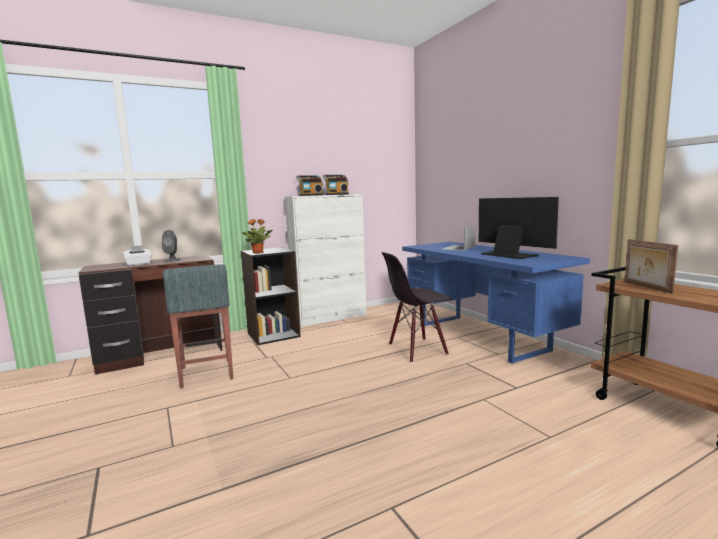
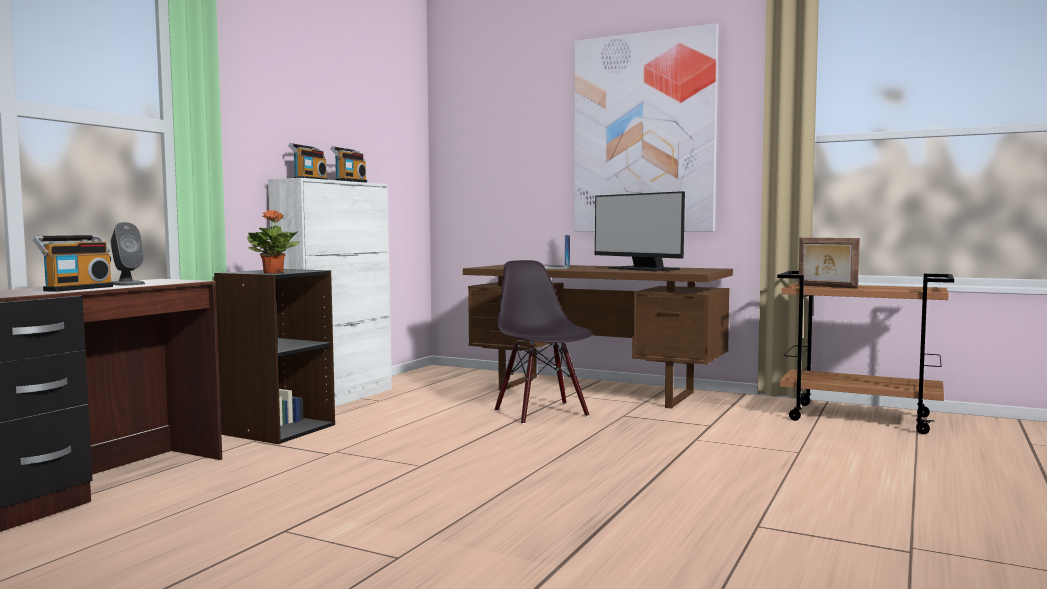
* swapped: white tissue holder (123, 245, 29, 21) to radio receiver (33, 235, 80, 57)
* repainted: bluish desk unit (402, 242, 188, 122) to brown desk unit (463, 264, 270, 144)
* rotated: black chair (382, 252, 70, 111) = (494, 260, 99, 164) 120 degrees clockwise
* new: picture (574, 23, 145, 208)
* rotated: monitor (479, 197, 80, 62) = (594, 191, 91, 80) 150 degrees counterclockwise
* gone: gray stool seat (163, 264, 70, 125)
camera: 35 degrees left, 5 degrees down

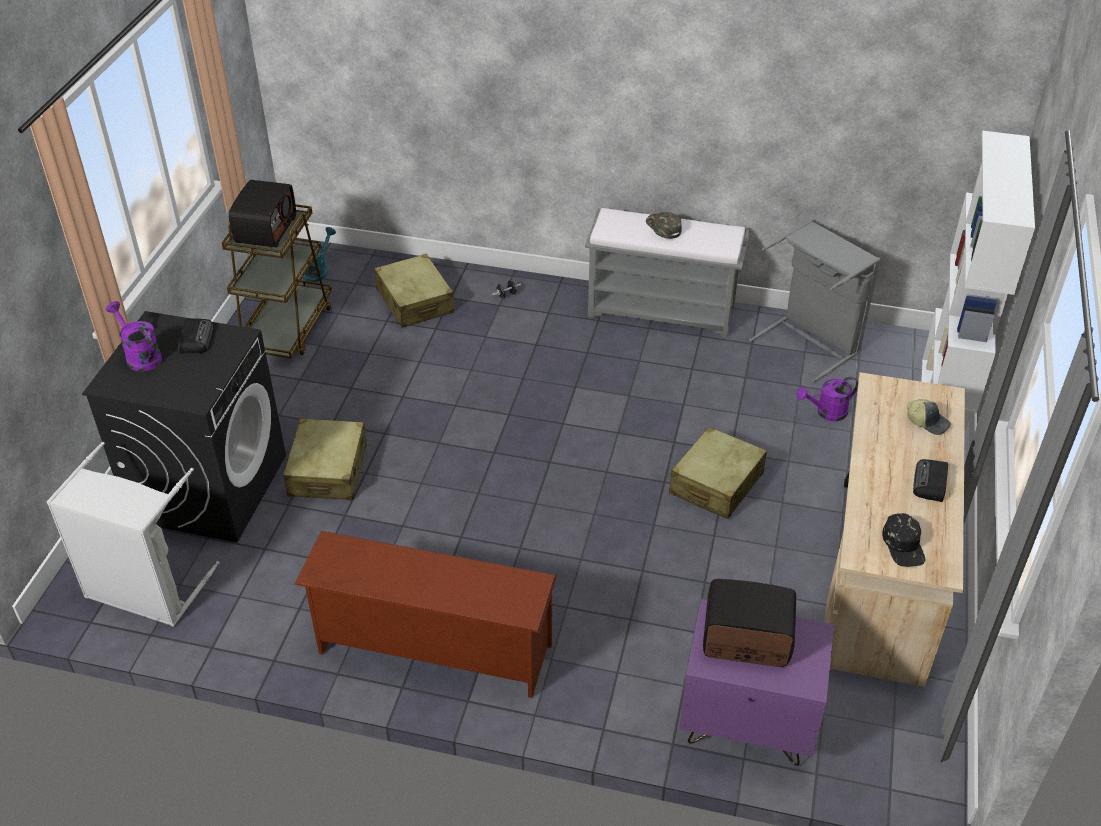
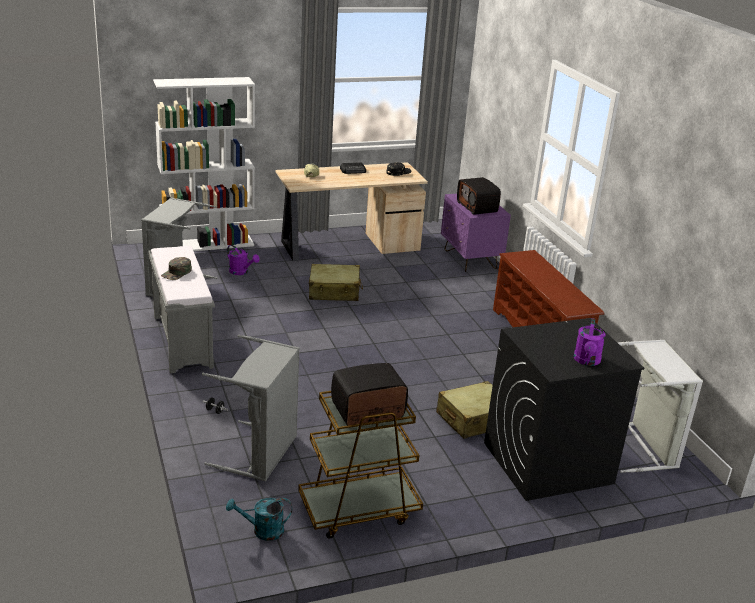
* swapped: beige piece of luggage (374, 254, 80, 74) to gray hamper (202, 335, 98, 146)
* gone: radio receiver (178, 318, 36, 35)
camera: 125 degrees left, 15 degrees down

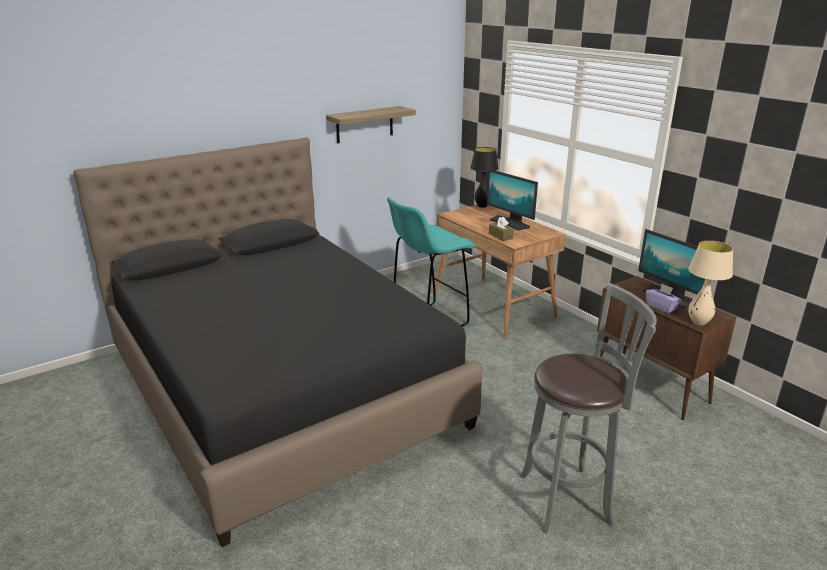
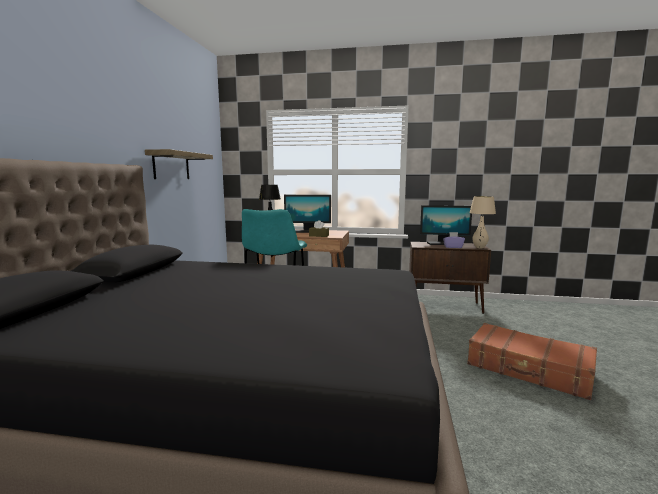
* swapped: gray stool seat (520, 283, 137, 251) to brown piece of luggage (467, 323, 130, 77)
camera: 45 degrees left, 15 degrees down

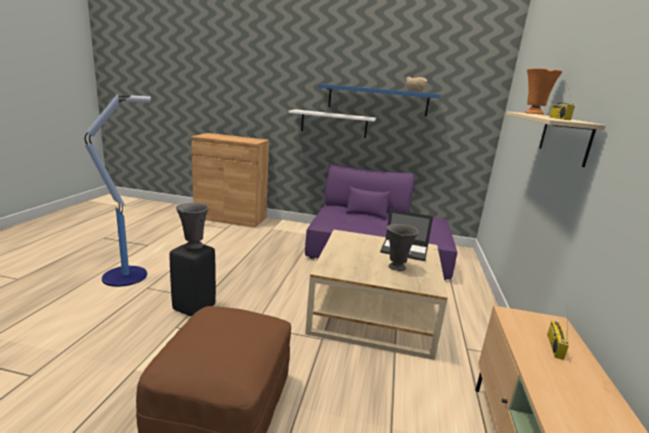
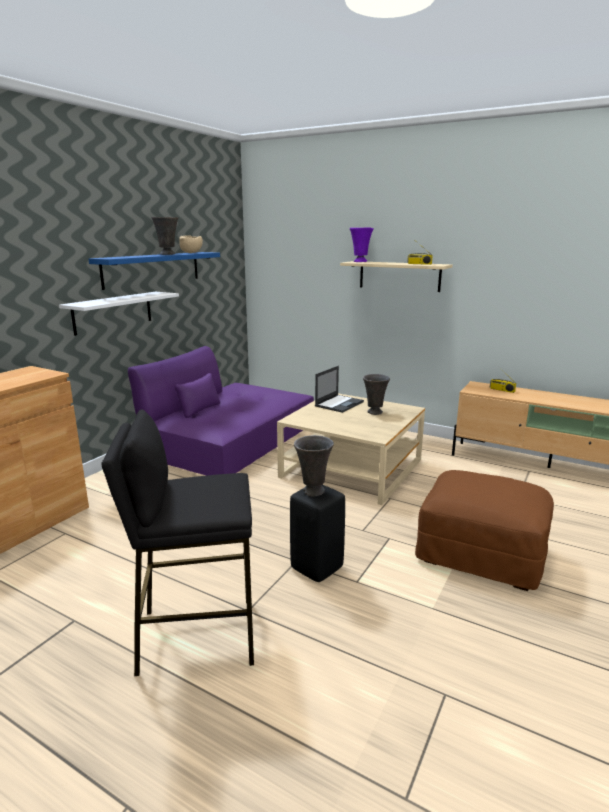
* swapped: standard lamp (84, 94, 67, 193) to black stool seat (101, 410, 153, 266)
* new: gray flower vase (151, 217, 27, 38)
* repainted: orangey flower vase (525, 68, 37, 47) to purple-coloured flower vase (350, 228, 24, 34)
camera: 70 degrees left, 0 degrees up

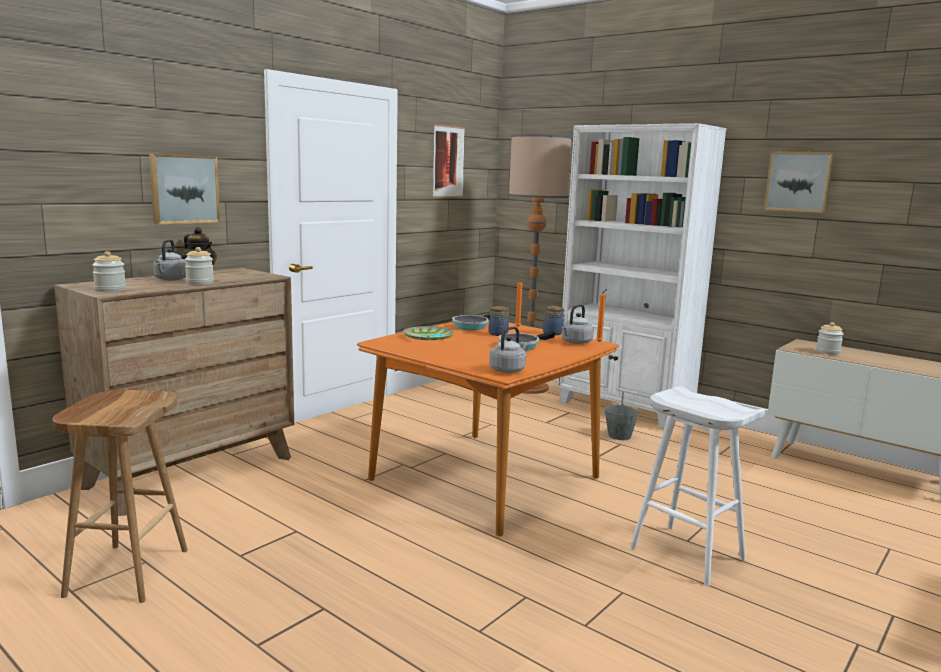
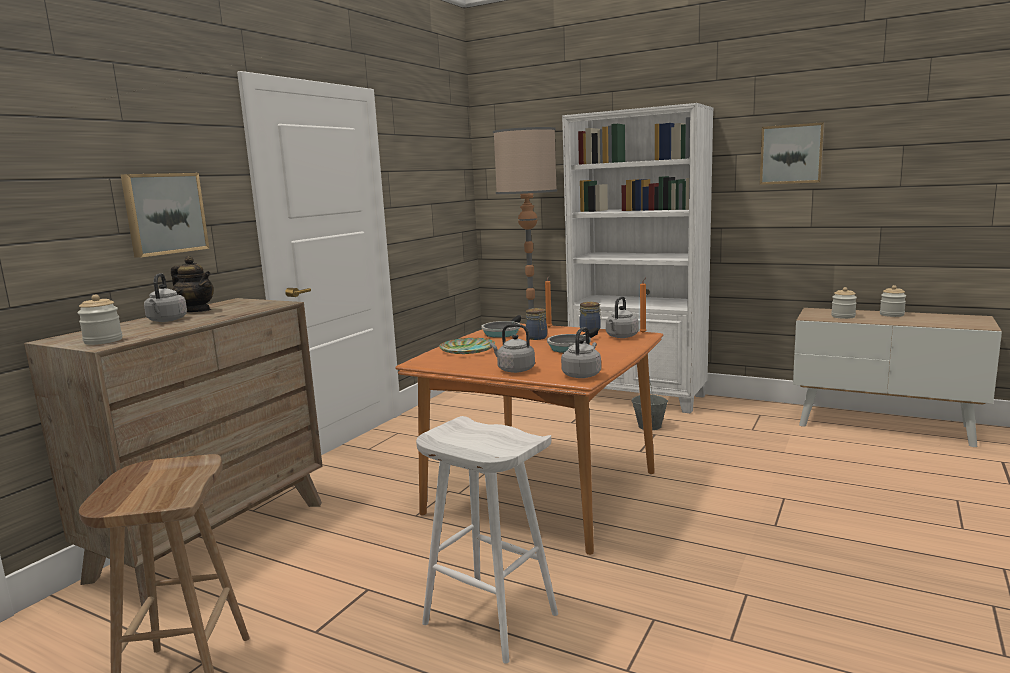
* shifted: white stool seat (630, 386, 135, 200) to (416, 416, 142, 247)
* new: gray water kettle (490, 324, 45, 49)
* shifted: storage jar (185, 247, 29, 38) to (880, 285, 26, 32)
* gone: picture (432, 125, 33, 72)
camera: 10 degrees left, 0 degrees up

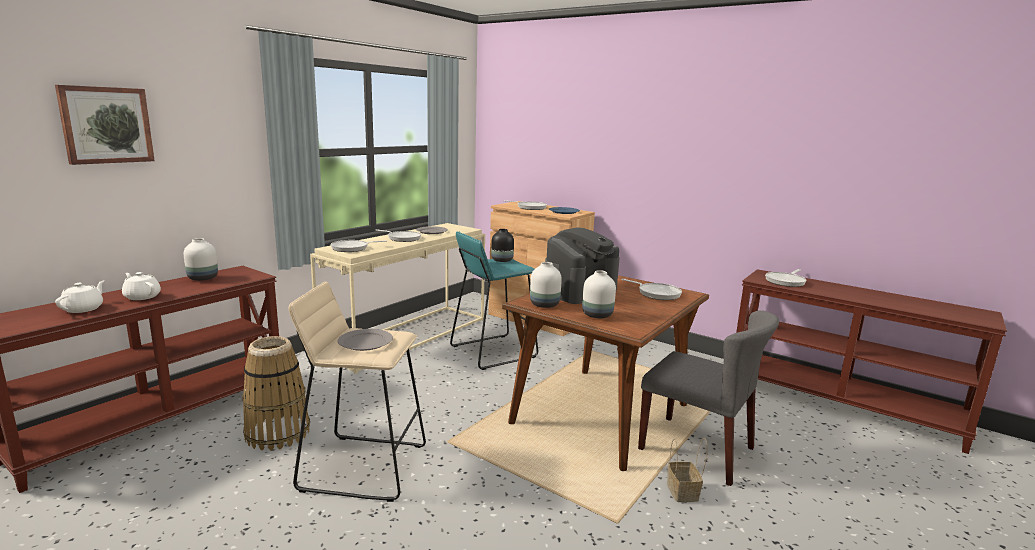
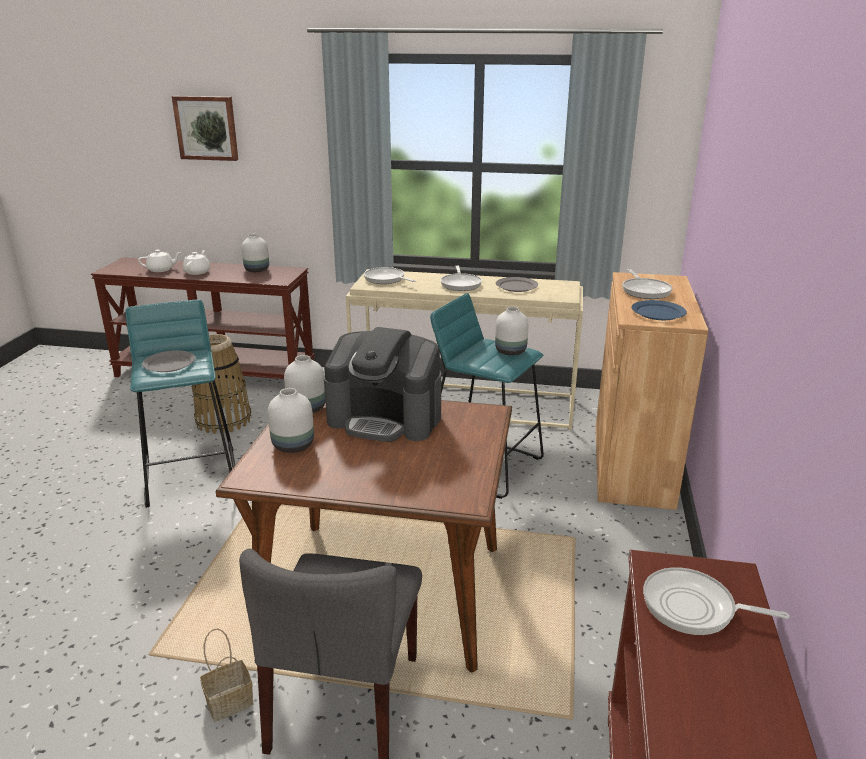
* repainted: beige stool seat (288, 281, 138, 221) to turquoise-coloured stool seat (126, 299, 109, 209)
* repainted: black flower vase (491, 229, 23, 33) to white flower vase (495, 307, 34, 48)
* gone: skillet (622, 279, 60, 21)
camera: 65 degrees right, 10 degrees up

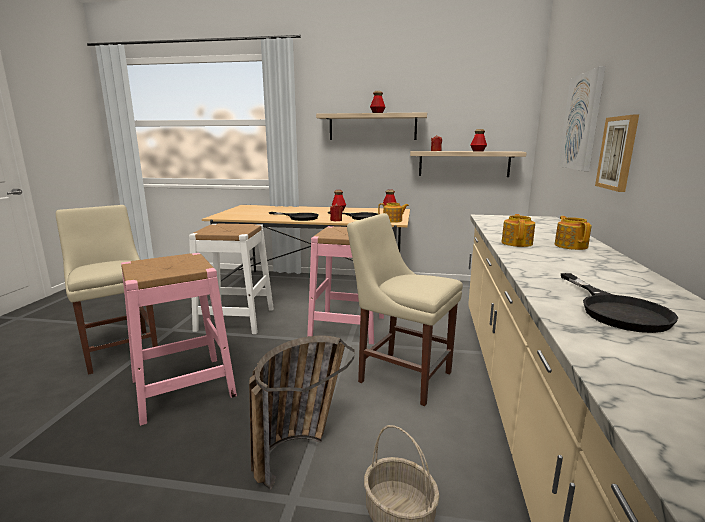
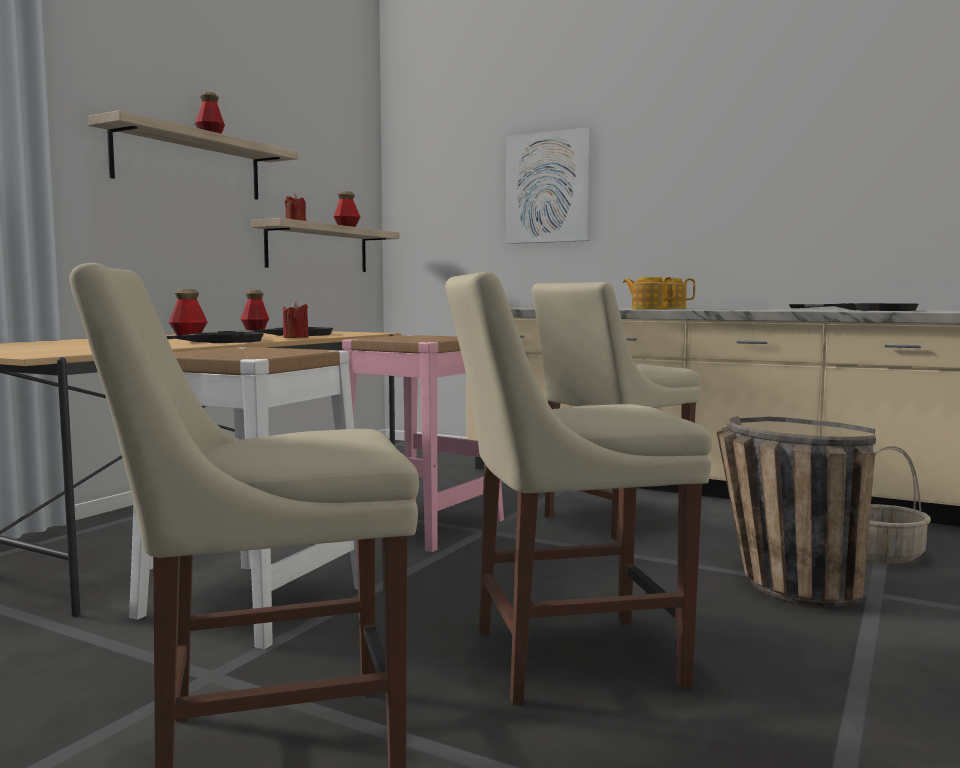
* swapped: pinkish stool seat (121, 253, 116, 173) to beige chair (445, 272, 267, 433)
* gone: pot for tea (378, 203, 31, 20)
* gone: picture (595, 115, 44, 77)
camera: 70 degrees left, 10 degrees down

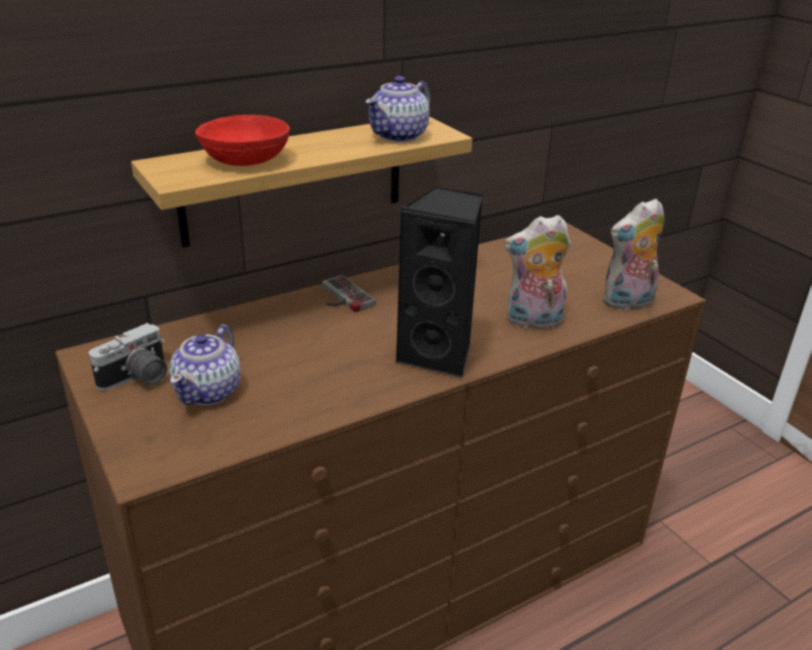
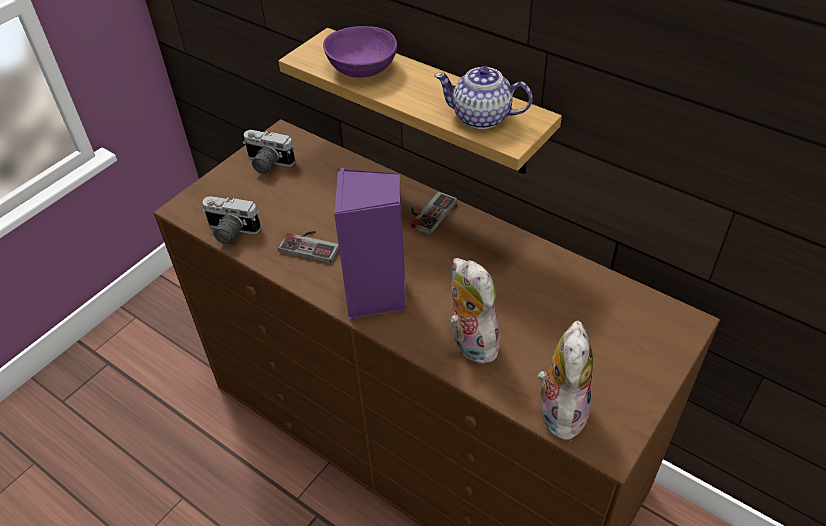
* new: still camera (202, 196, 59, 49)
* new: gamepad (278, 231, 61, 32)
* repainted: red-coloured bowl (195, 115, 95, 51) to purple-coloured bowl (323, 26, 74, 52)
* repainted: black audio speaker (396, 187, 87, 191) to purple-coloured audio speaker (334, 168, 72, 151)
* rotated: plush toy (603, 199, 61, 111) = (538, 321, 55, 119) 60 degrees clockwise
* gone: pot for tea (169, 325, 72, 80)
camera: 70 degrees right, 15 degrees up

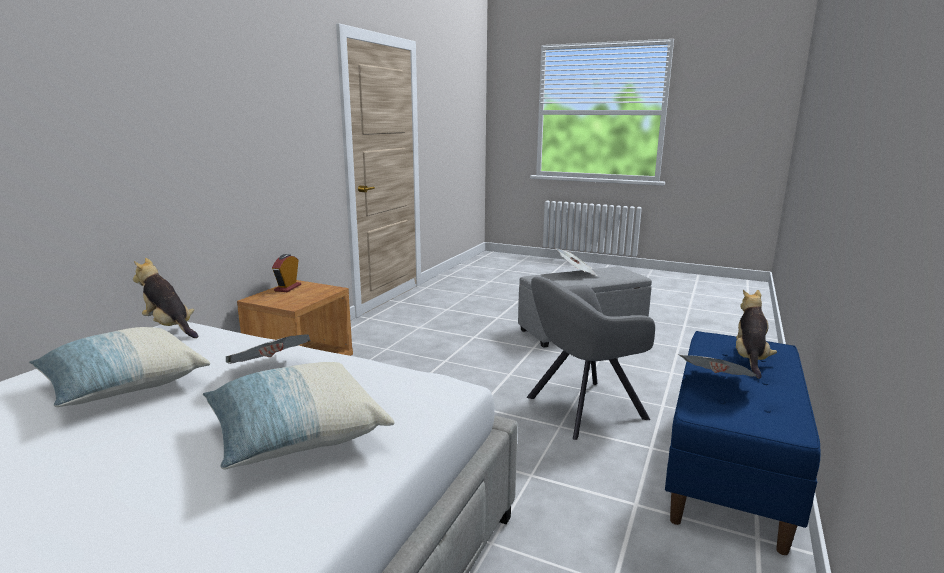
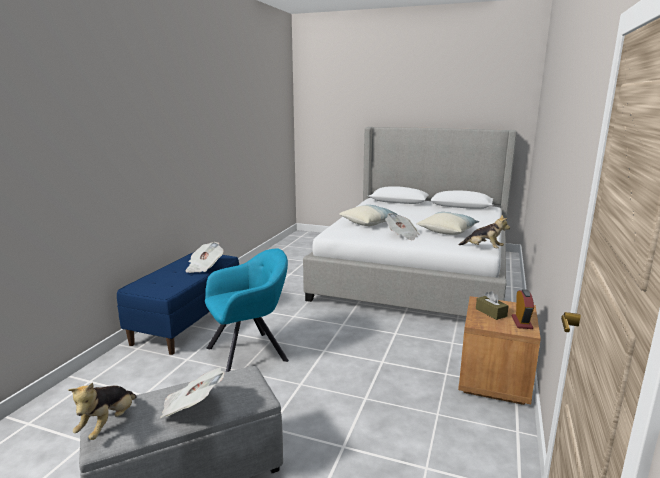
* shifted: plush toy (736, 290, 41, 89) to (68, 382, 69, 58)
* repainted: gray armchair (527, 277, 128, 163) to turquoise-coloured armchair (205, 249, 84, 123)
* new: brown tissue holder (476, 291, 33, 29)
camera: 175 degrees right, 0 degrees up

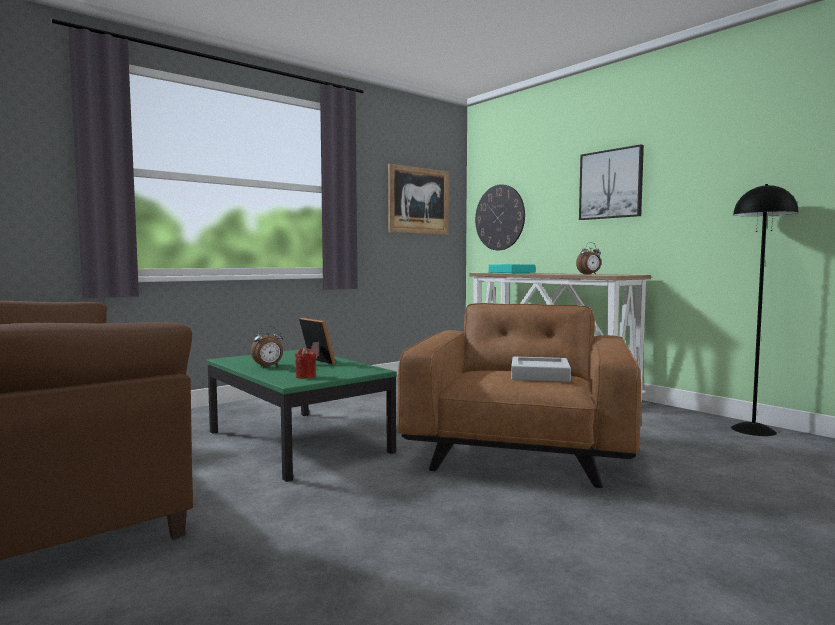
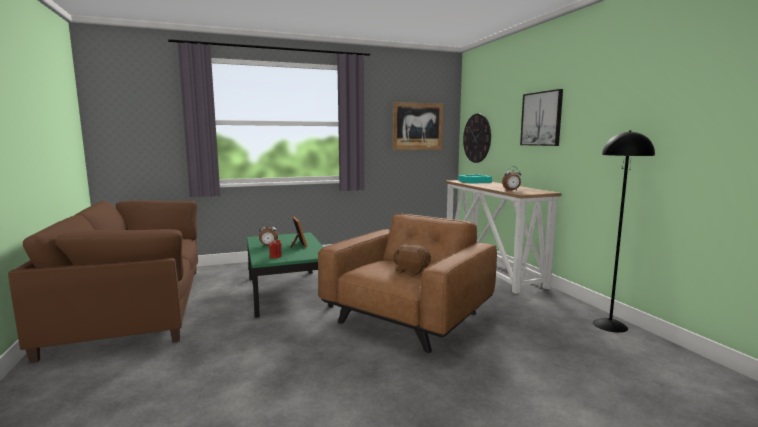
* swapped: gray tray (511, 356, 60, 26) to brown plush toy (393, 245, 38, 30)
camera: 20 degrees right, 5 degrees up

